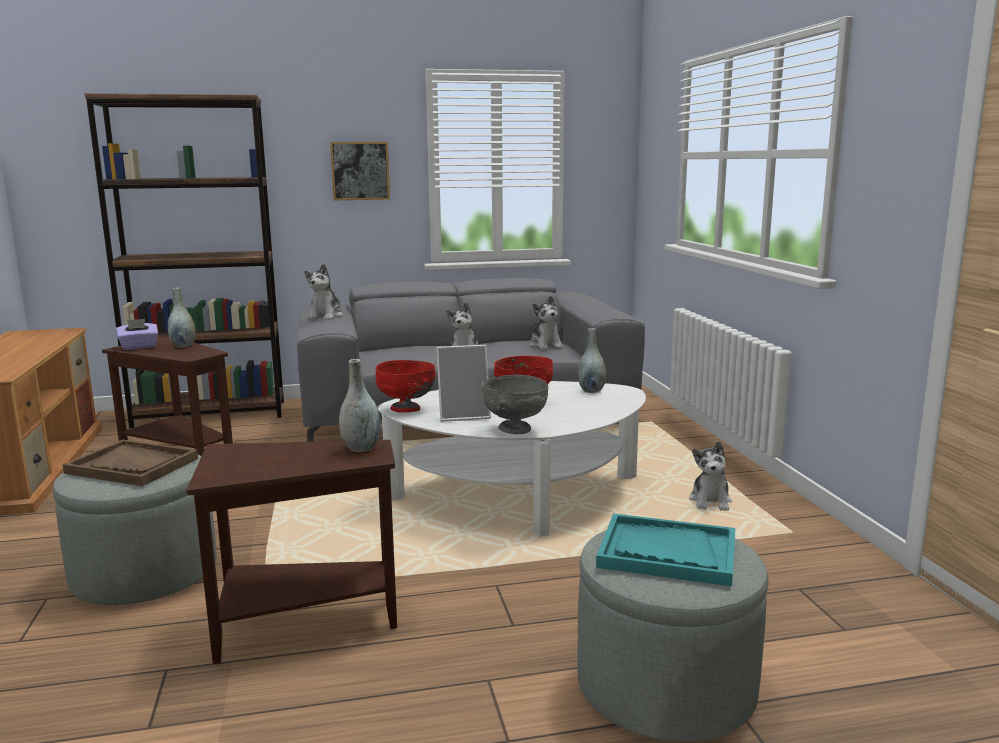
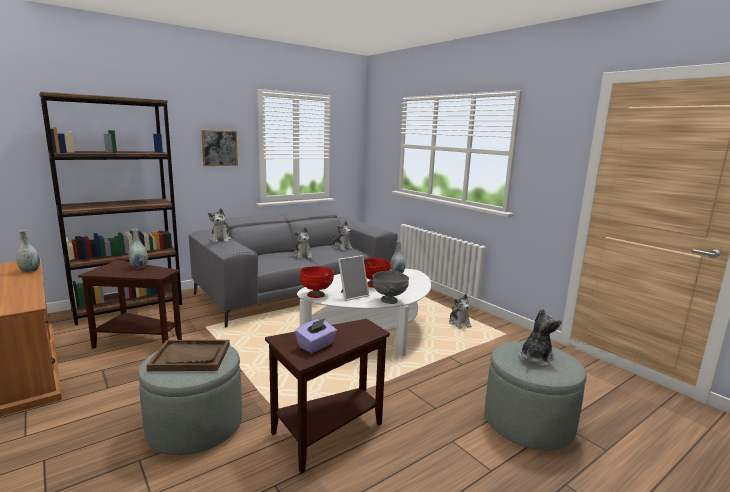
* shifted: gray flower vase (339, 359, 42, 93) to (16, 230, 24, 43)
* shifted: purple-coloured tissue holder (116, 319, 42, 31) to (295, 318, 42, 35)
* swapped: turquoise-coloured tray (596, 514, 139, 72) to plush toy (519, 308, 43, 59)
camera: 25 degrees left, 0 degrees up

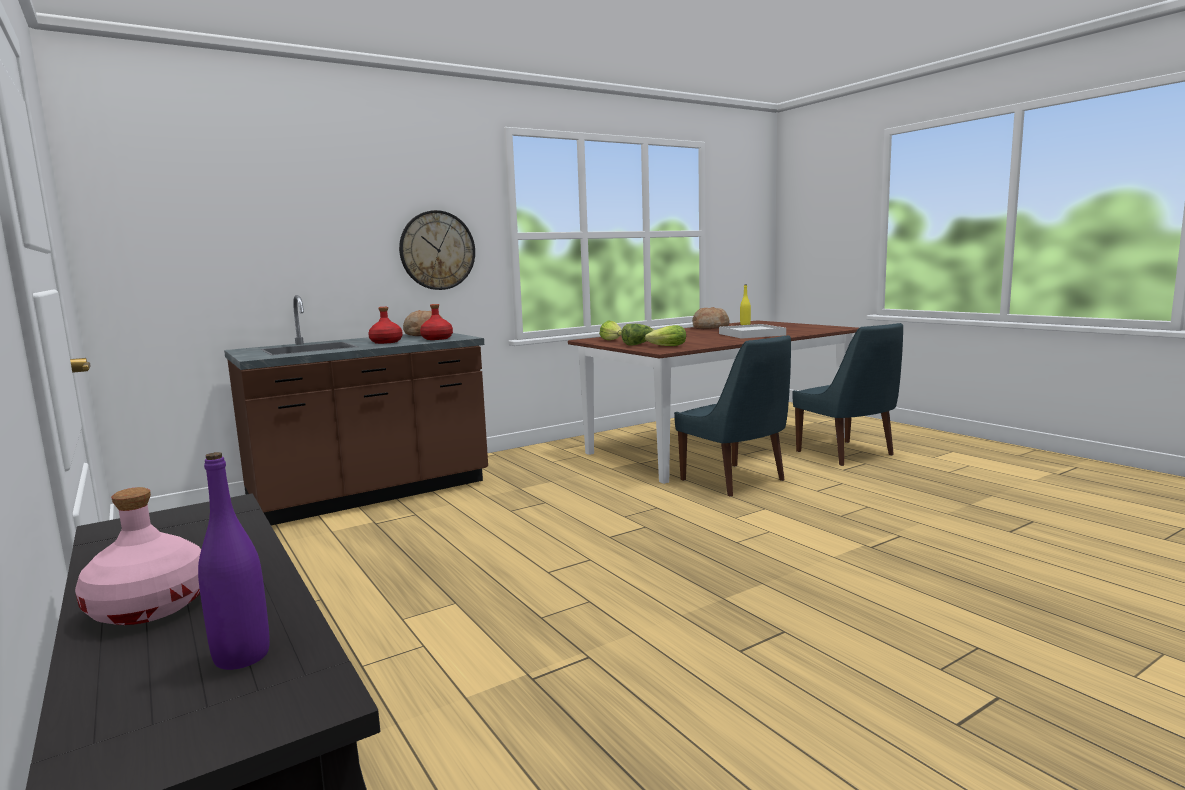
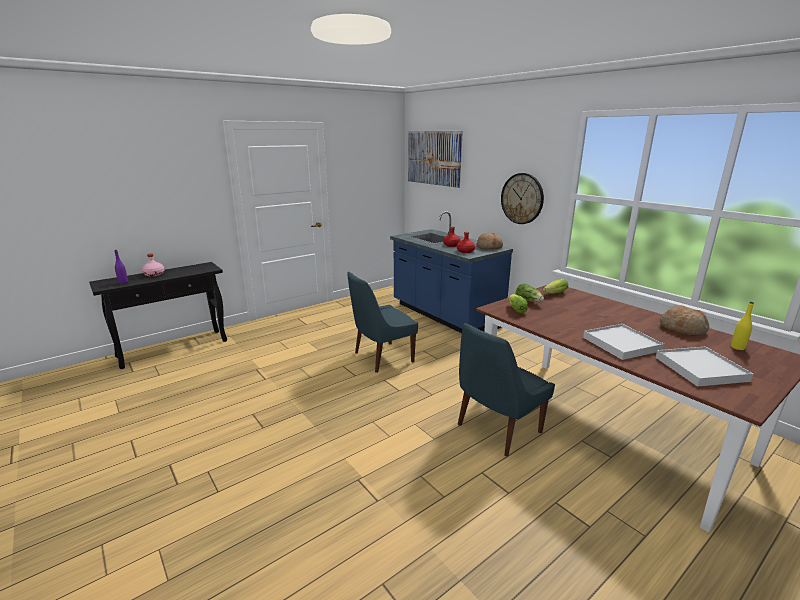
* shifted: bluish chair (792, 323, 111, 143) to (347, 272, 71, 101)
* repainted: brown counter (224, 295, 264, 230) to bluish counter (390, 211, 123, 122)
* new: picture (408, 131, 55, 57)
* new: white tray (656, 347, 97, 40)
camera: 85 degrees right, 10 degrees up

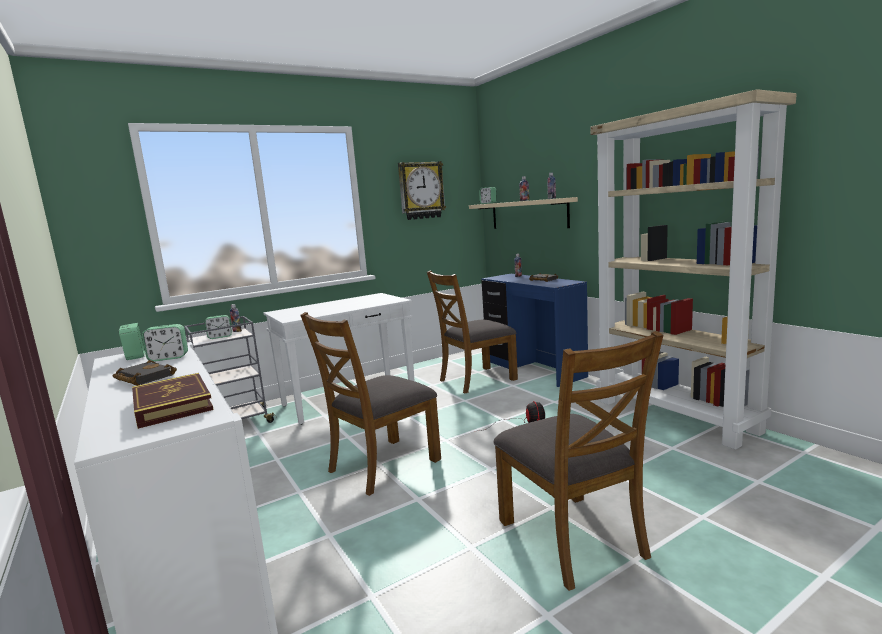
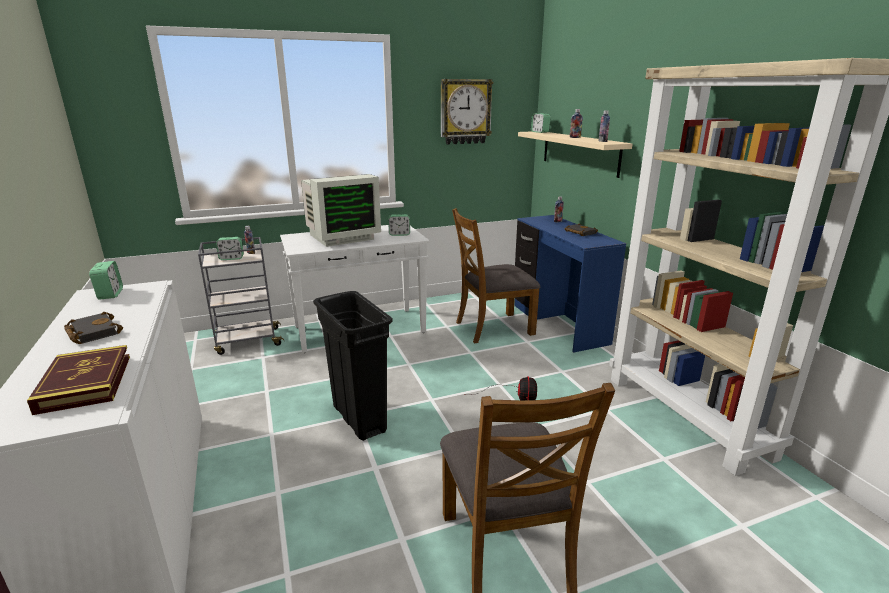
* new: monitor (301, 174, 80, 73)
* swapped: brown chair (300, 312, 141, 184) to black waste bin (313, 291, 80, 150)
* shifted: table clock (142, 324, 46, 38) to (388, 214, 22, 22)
camera: 10 degrees right, 10 degrees up

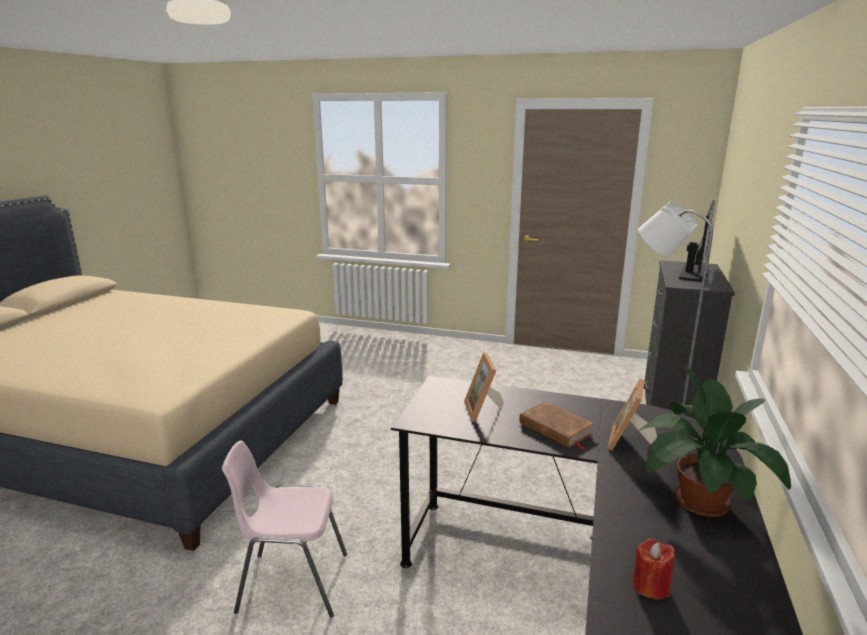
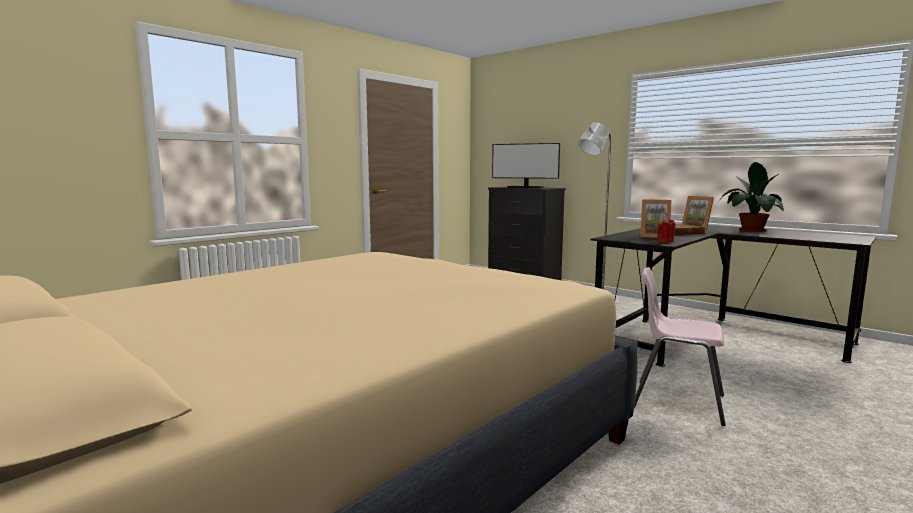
* rotated: monitor (679, 200, 36, 82) = (492, 143, 68, 45) 150 degrees clockwise
* rotated: pinkish chair (222, 441, 125, 177) = (634, 267, 92, 159) 90 degrees clockwise
* shifted: red-coloured wax light (632, 539, 43, 61) to (657, 218, 19, 24)
camera: 65 degrees left, 10 degrees down

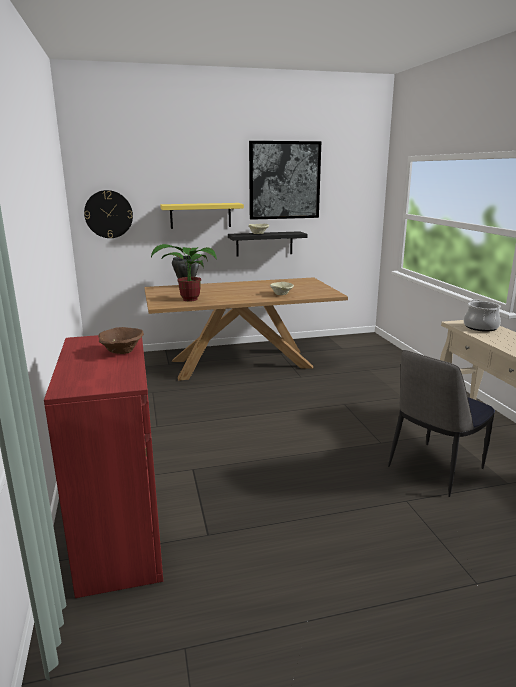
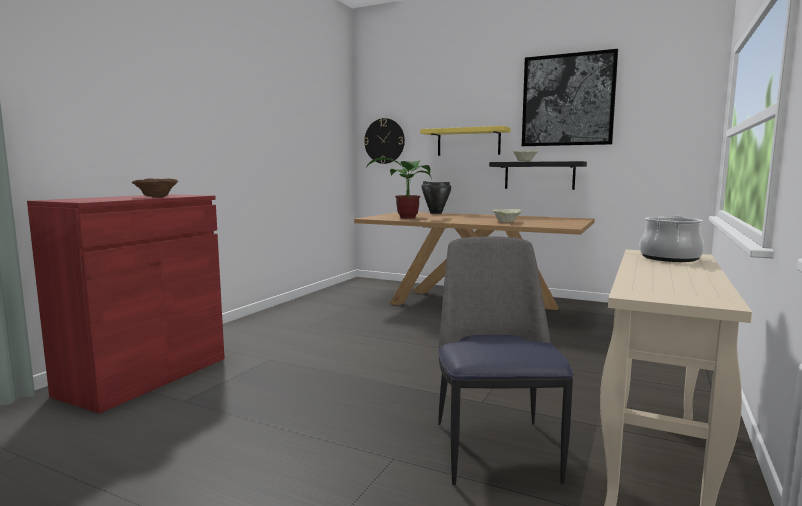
* rotated: chair (388, 350, 107, 147) = (438, 236, 136, 249) 90 degrees clockwise
camera: 40 degrees right, 10 degrees down

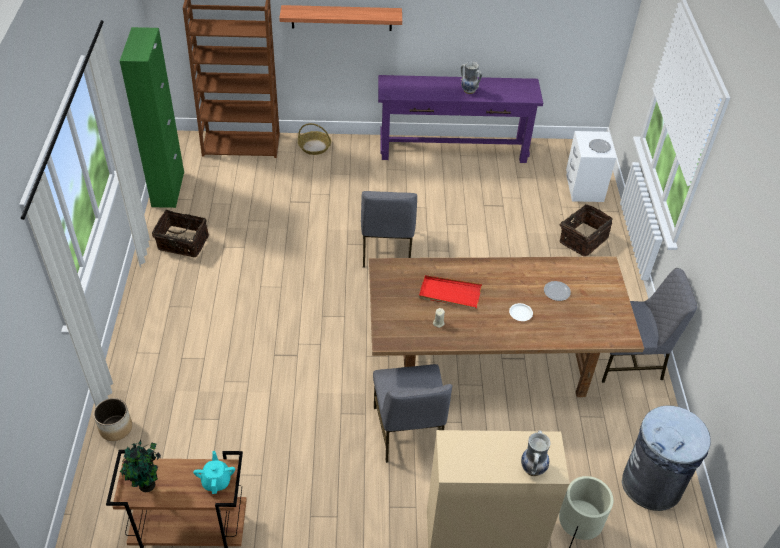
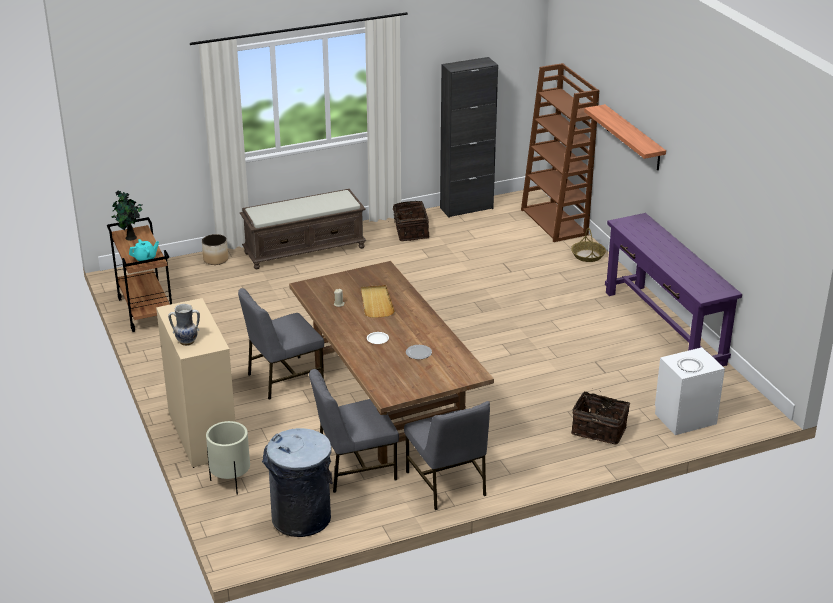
* new: brown long seat (240, 189, 126, 80)
* shifted: gray chair (361, 191, 56, 77) to (309, 369, 90, 124)
* repainted: red-coloured tray (419, 275, 63, 33) to beige tray (361, 285, 34, 33)
* repainted: green-coloured storage cabinet (120, 27, 64, 181) to black storage cabinet (440, 57, 58, 161)
* gone: flower vase (461, 61, 21, 33)
camera: 70 degrees right, 15 degrees down

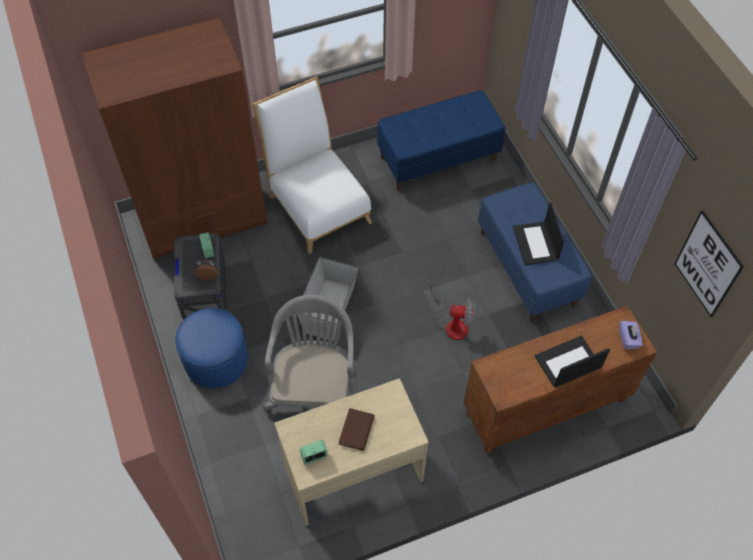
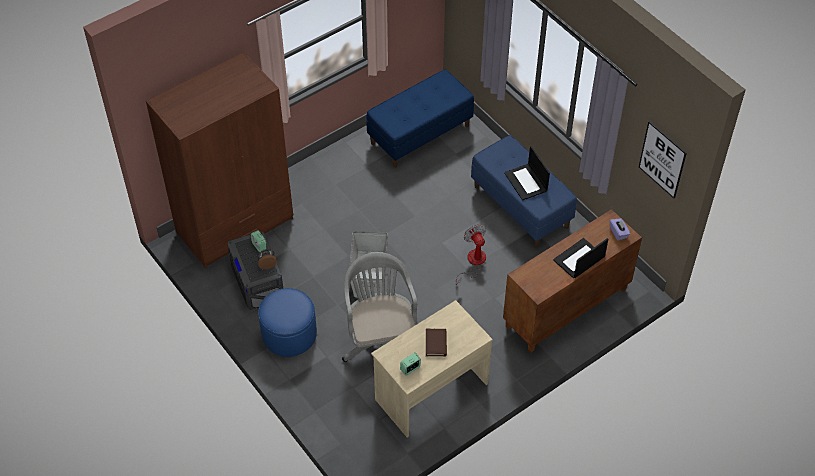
* rotated: cooling fan (427, 283, 48, 57) = (456, 224, 30, 61) 105 degrees counterclockwise
* gone: white chair (252, 76, 120, 178)
camera: 15 degrees left, 5 degrees down

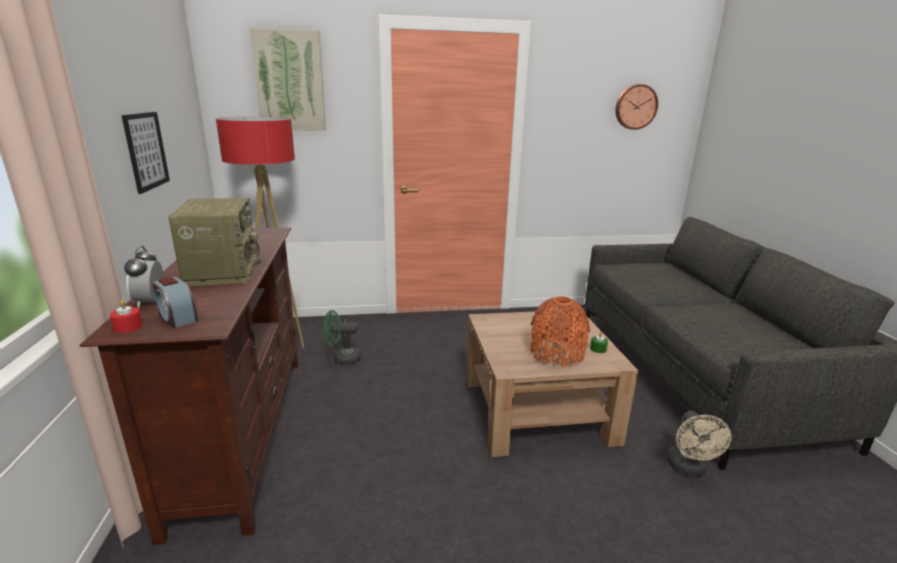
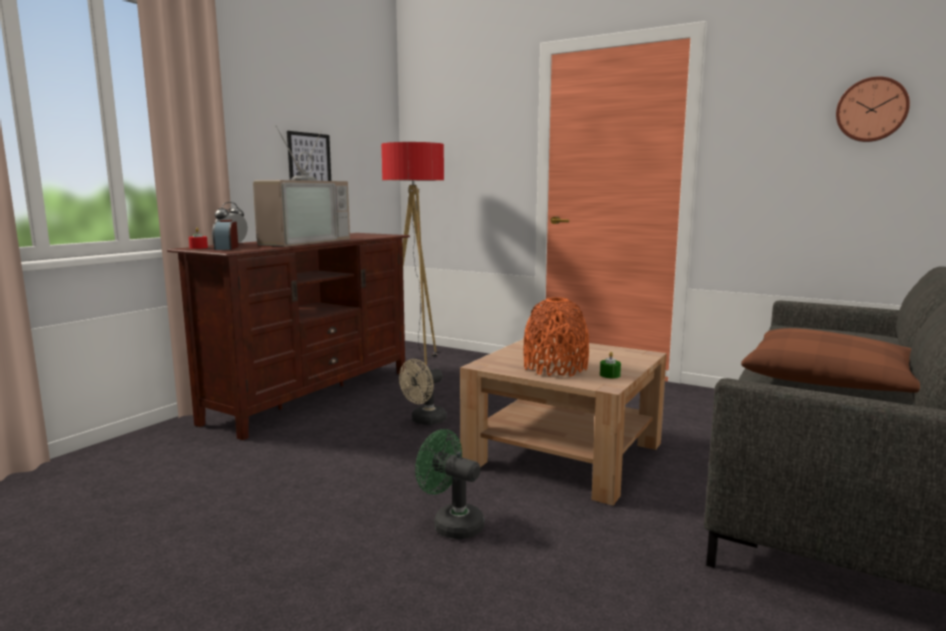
* swapped: radio receiver (168, 198, 94, 88) to TV set (253, 125, 97, 122)
* shifted: beige cooling fan (667, 411, 65, 66) to (399, 359, 48, 66)
* shifted: green-coloured cooling fan (323, 310, 38, 55) to (415, 429, 70, 110)
* new: brown cushion (741, 328, 179, 65)
* gone: picture (250, 28, 76, 103)
camera: 40 degrees right, 10 degrees down

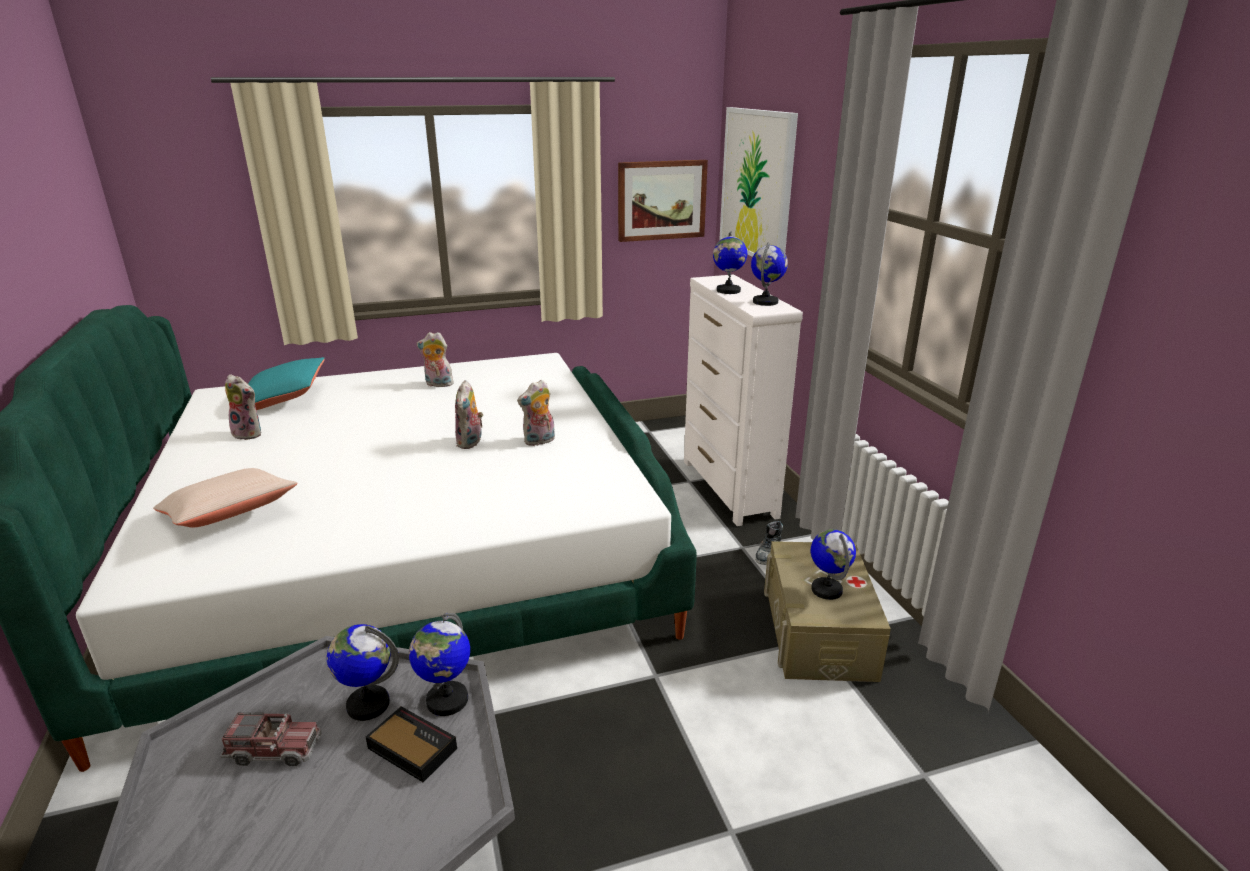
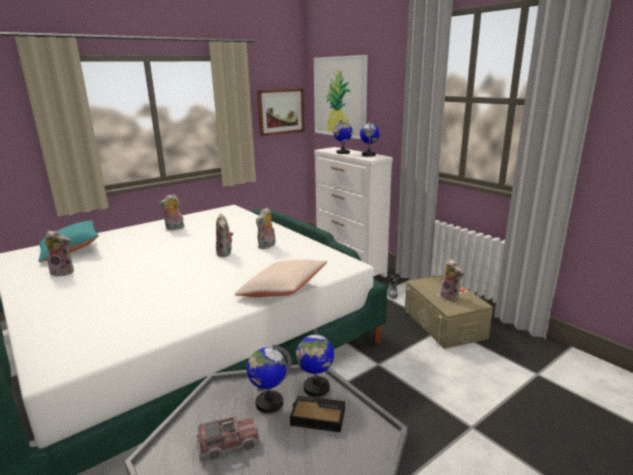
* shifted: beige cushion (153, 468, 145, 59) to (235, 260, 92, 37)
* swapped: globe (811, 529, 45, 71) to plush toy (440, 259, 24, 42)
camera: 20 degrees left, 5 degrees down

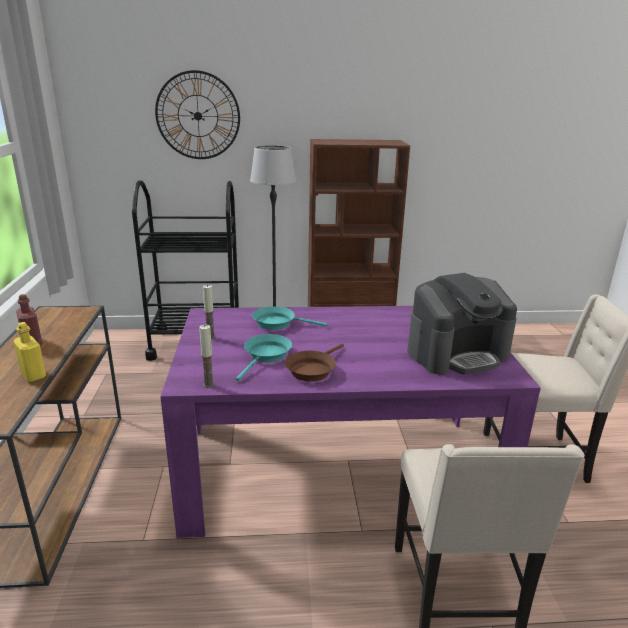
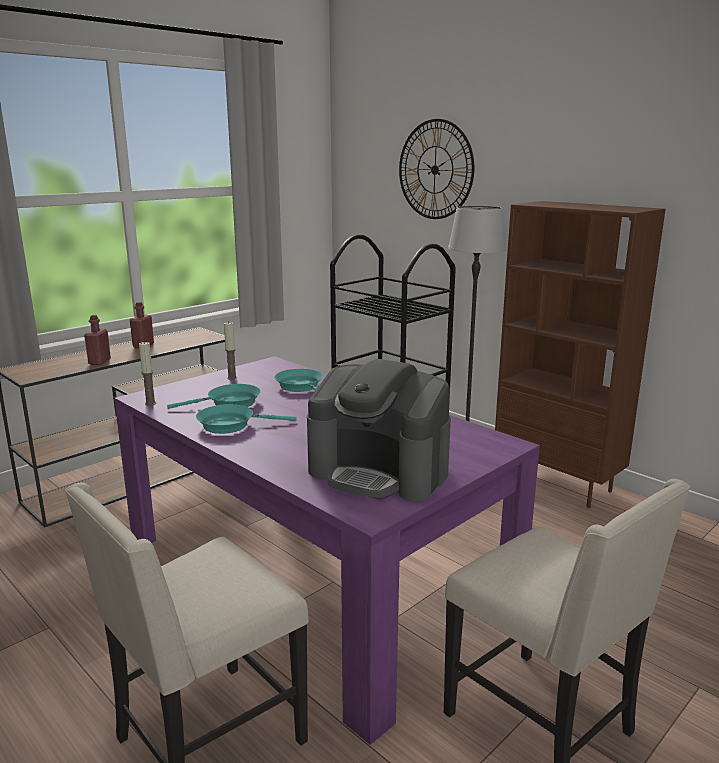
* repainted: yellow-coloured bottle (13, 322, 33, 60) to red-coloured bottle (84, 315, 27, 50)
* repainted: brown skillet (285, 344, 59, 38) to turquoise-coloured skillet (196, 404, 100, 30)
camera: 50 degrees right, 5 degrees down

